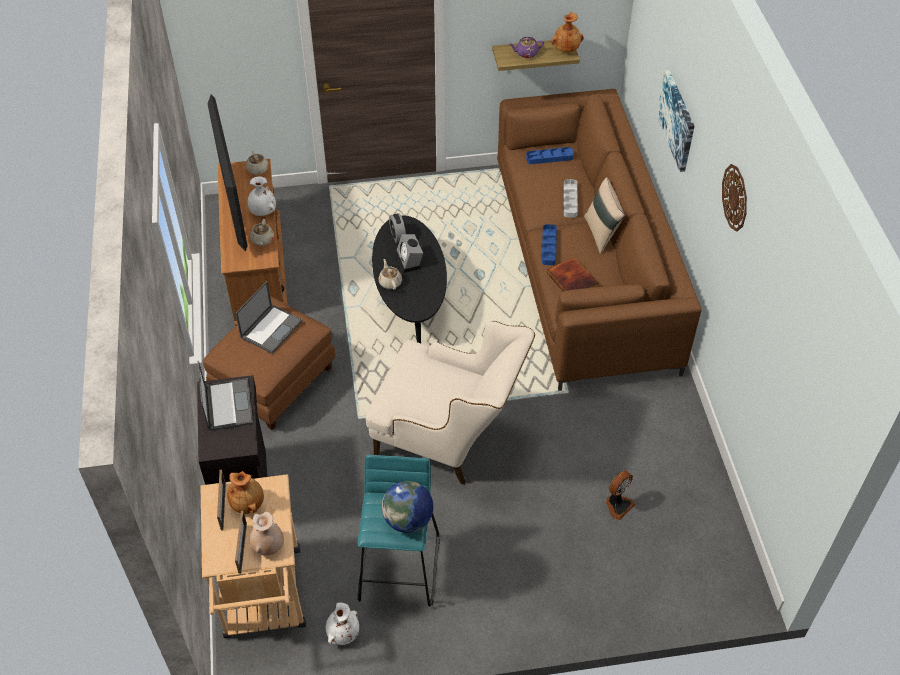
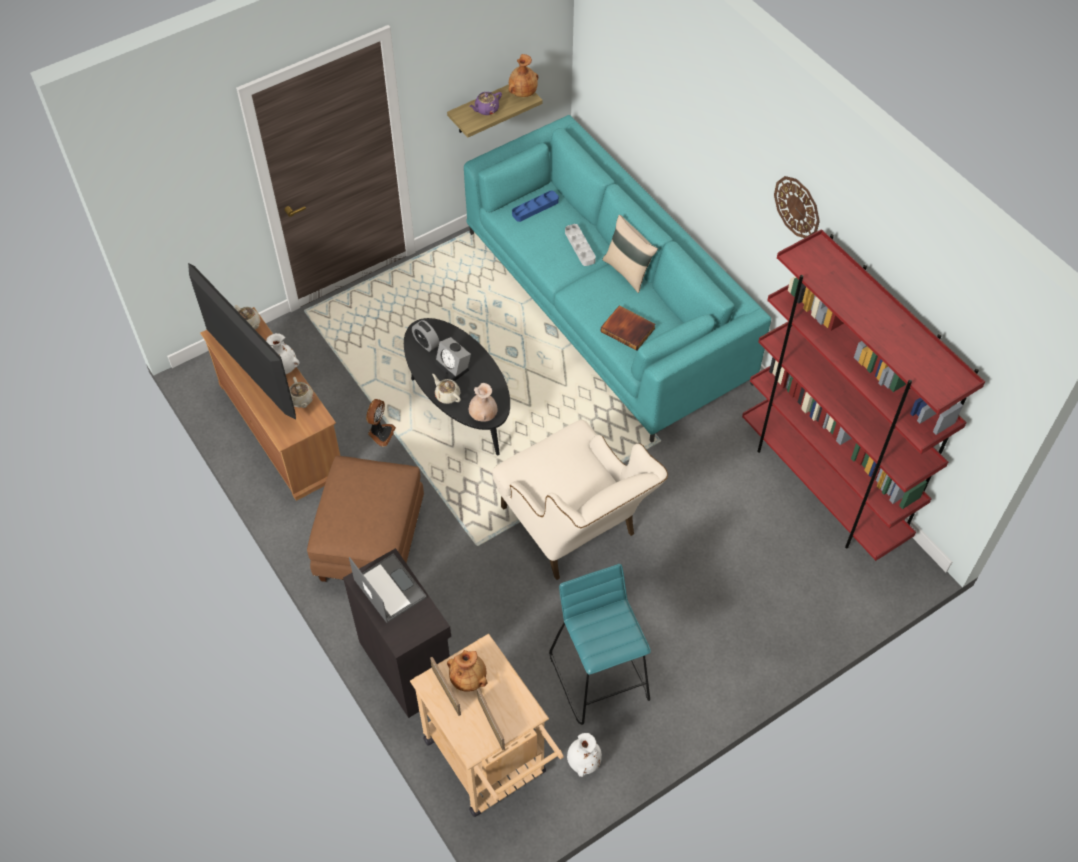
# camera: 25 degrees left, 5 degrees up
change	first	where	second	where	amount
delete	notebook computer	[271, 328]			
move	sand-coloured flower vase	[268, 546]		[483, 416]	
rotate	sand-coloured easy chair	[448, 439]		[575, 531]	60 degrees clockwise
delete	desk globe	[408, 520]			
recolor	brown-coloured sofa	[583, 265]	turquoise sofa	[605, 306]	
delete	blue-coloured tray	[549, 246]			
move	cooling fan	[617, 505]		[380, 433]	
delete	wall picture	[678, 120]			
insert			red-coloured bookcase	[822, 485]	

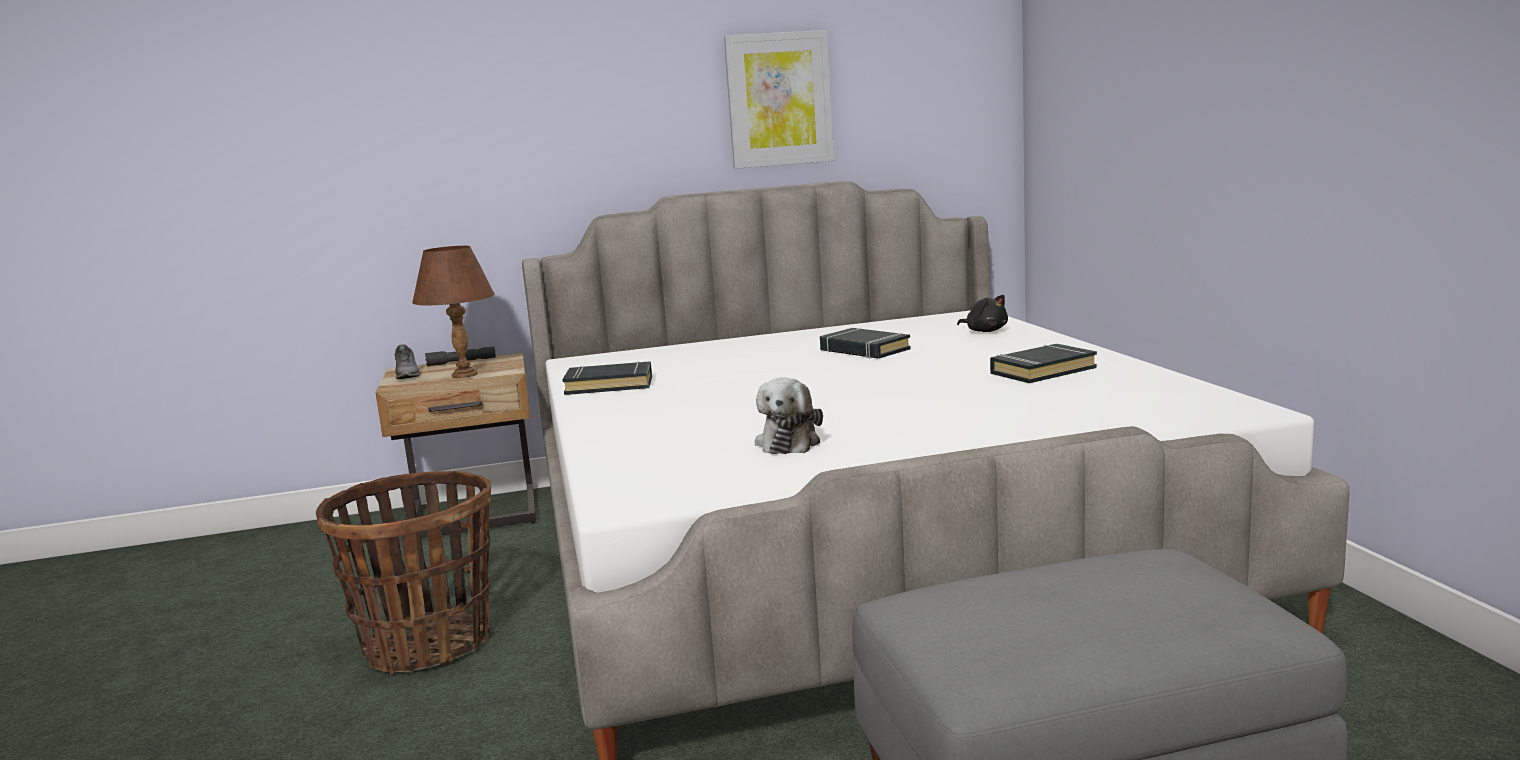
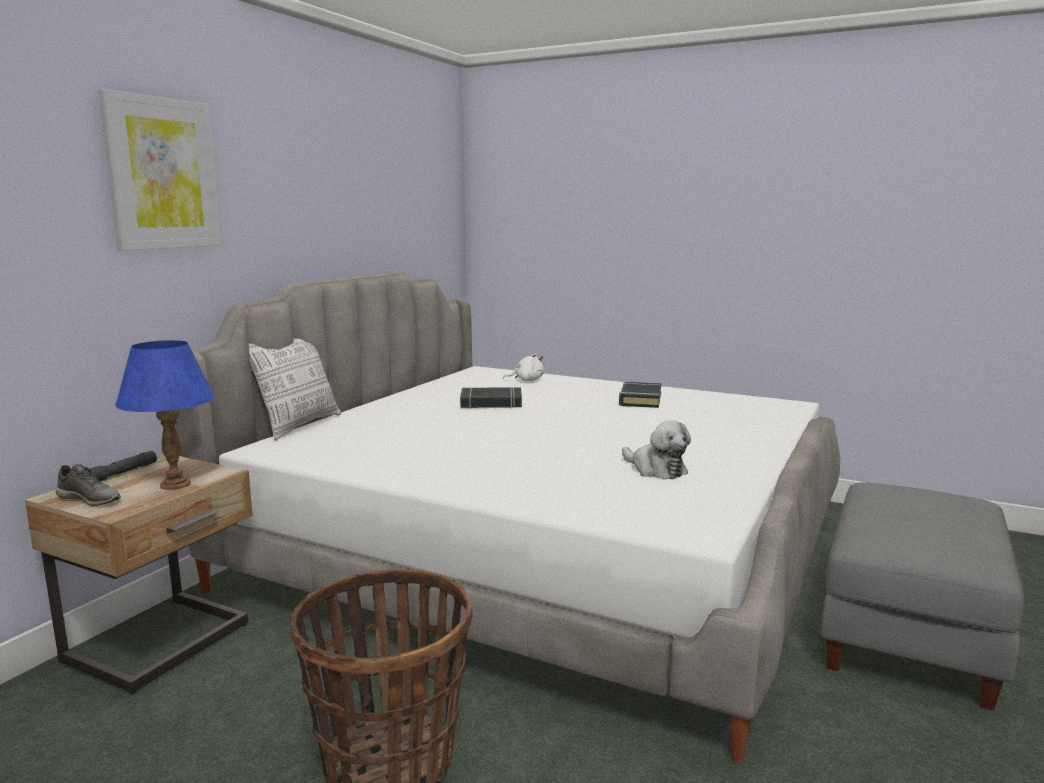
# camera: 50 degrees left, 0 degrees up
change	first	where	second	where	amount
recolor	brown-coloured tabletop lamp	[464, 374]	blue-coloured tabletop lamp	[175, 484]	
delete	blackish book	[609, 385]			
move	wall picture	[779, 99]		[162, 174]	
recolor	blackish cuddly toy	[985, 331]	whitish cuddly toy	[527, 380]	
insert			cushion	[298, 425]	

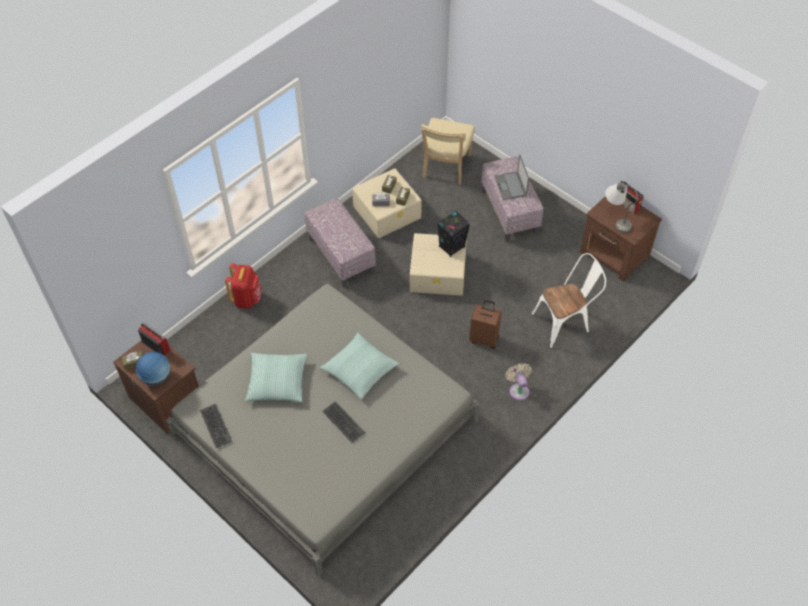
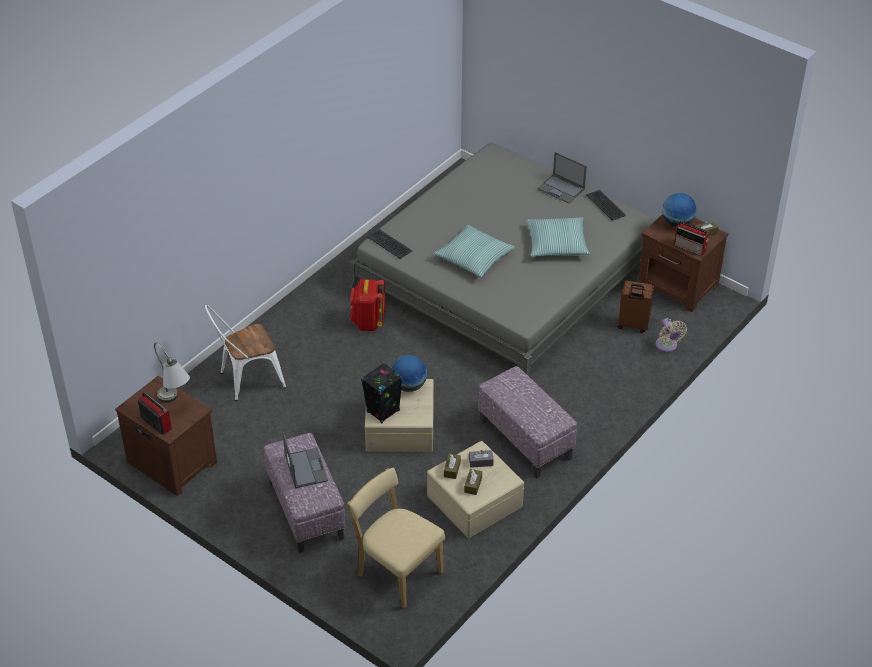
# camera: 175 degrees right, 10 degrees down
change	first	where	second	where	amount
move	red-coloured rucksack	[247, 299]		[367, 322]	
move	computer keyboard	[343, 422]		[389, 244]	
rotate	sand-coloured upright chair	[445, 168]		[397, 571]	60 degrees counterclockwise
move	brown-coloured piece of luggage	[484, 339]		[633, 325]	
move	sand-coloured cooling fan	[518, 389]		[667, 346]	
insert			desk globe	[409, 386]	
insert			notebook computer	[561, 189]	

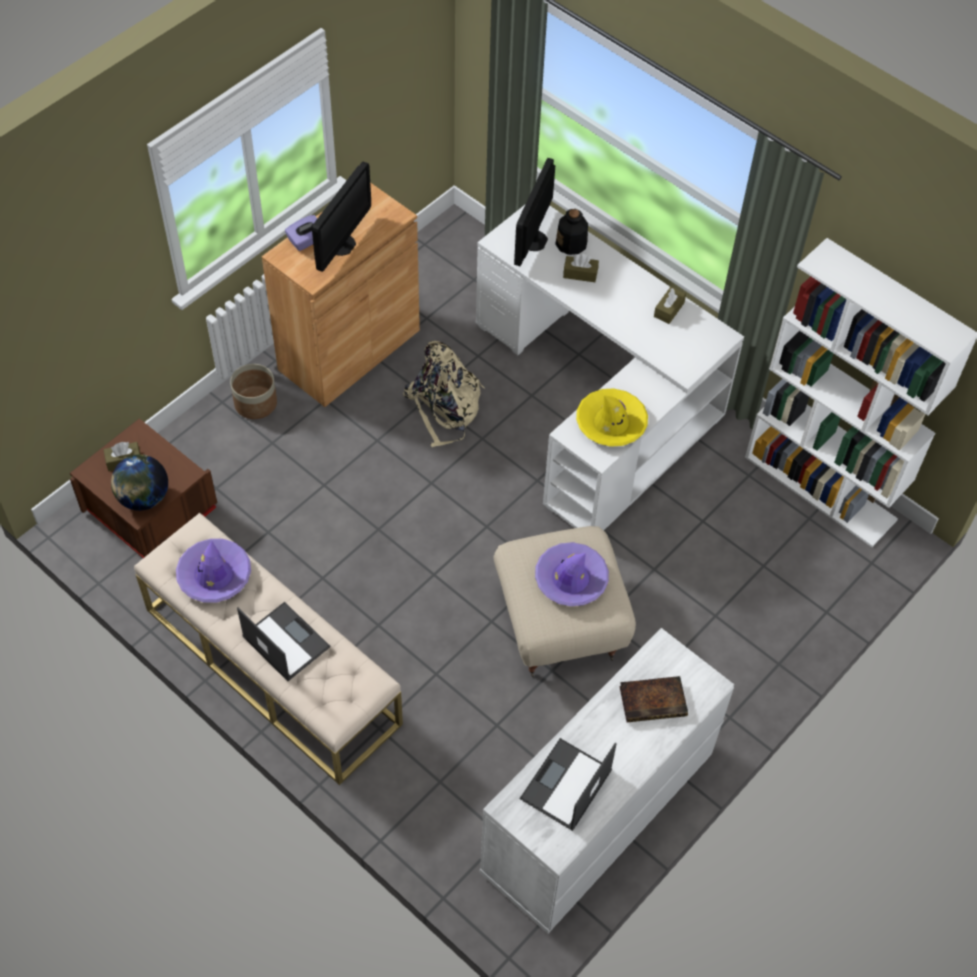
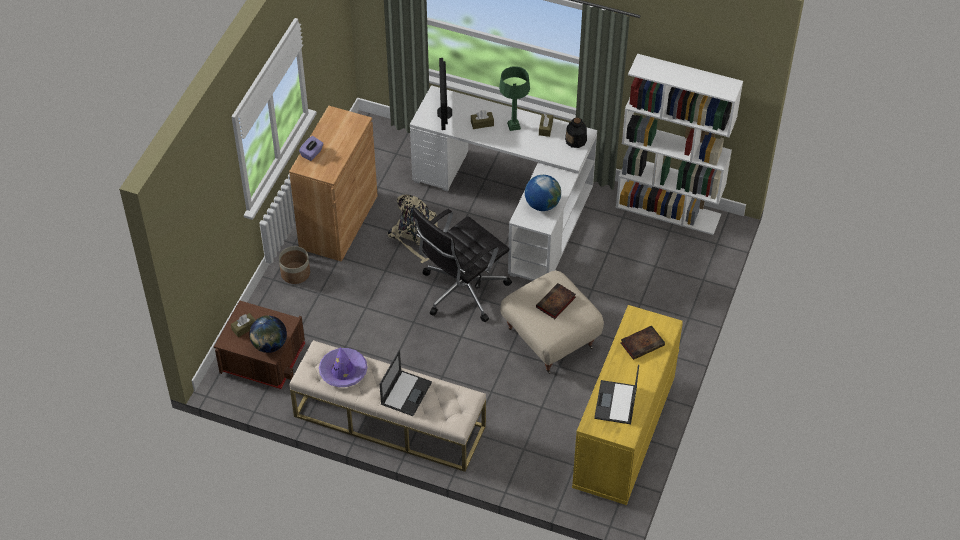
# camera: 20 degrees left, 5 degrees down
change	first	where	second	where	amount
rotate	notebook computer	[285, 641]		[406, 393]	90 degrees clockwise
delete	computer display	[342, 245]			
recolor	whitish drawer chest	[596, 816]	yellow drawer chest	[623, 435]	
replace	purple-coloured hat	[571, 579]	book	[555, 303]	
move	bottle	[571, 244]		[576, 140]	
replace	yellow hat	[611, 423]	desk globe	[542, 204]	
insert			blackish office chair	[461, 291]	
insert			green-coloured tabletop lamp	[513, 126]	

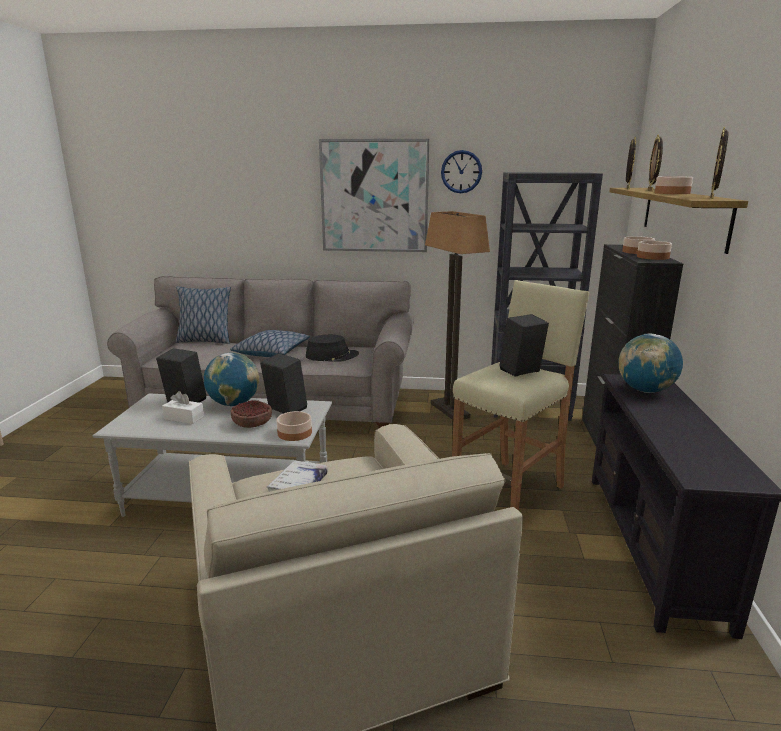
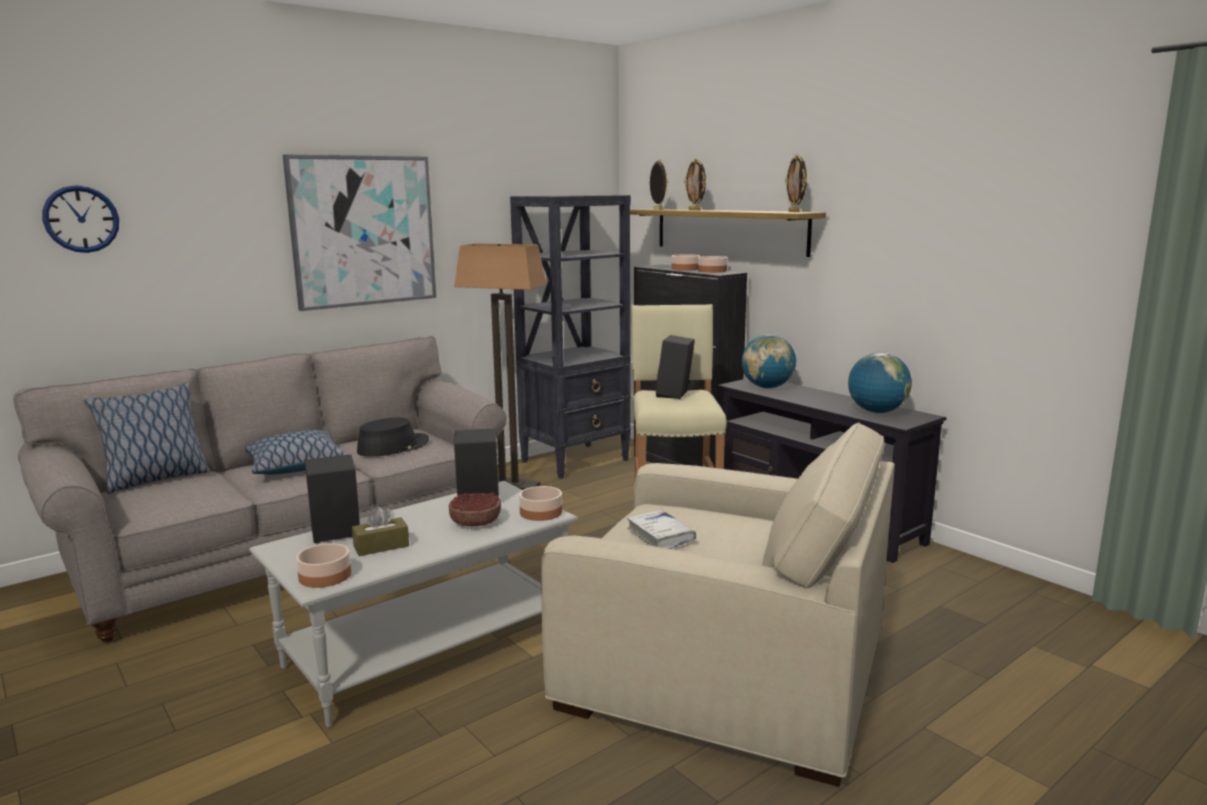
# camera: 45 degrees left, 5 degrees down
change	first	where	second	where	amount
recolor	whitish tissue holder	[184, 418]	brown-coloured tissue holder	[381, 546]	
move	desk globe	[234, 404]		[877, 412]	
move	hanging clock	[461, 172]		[81, 219]	
move	bowl	[672, 193]		[325, 575]	

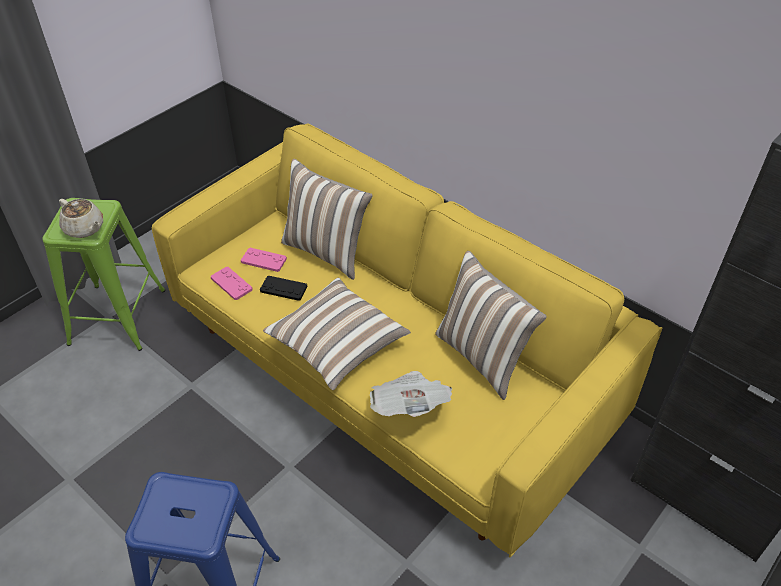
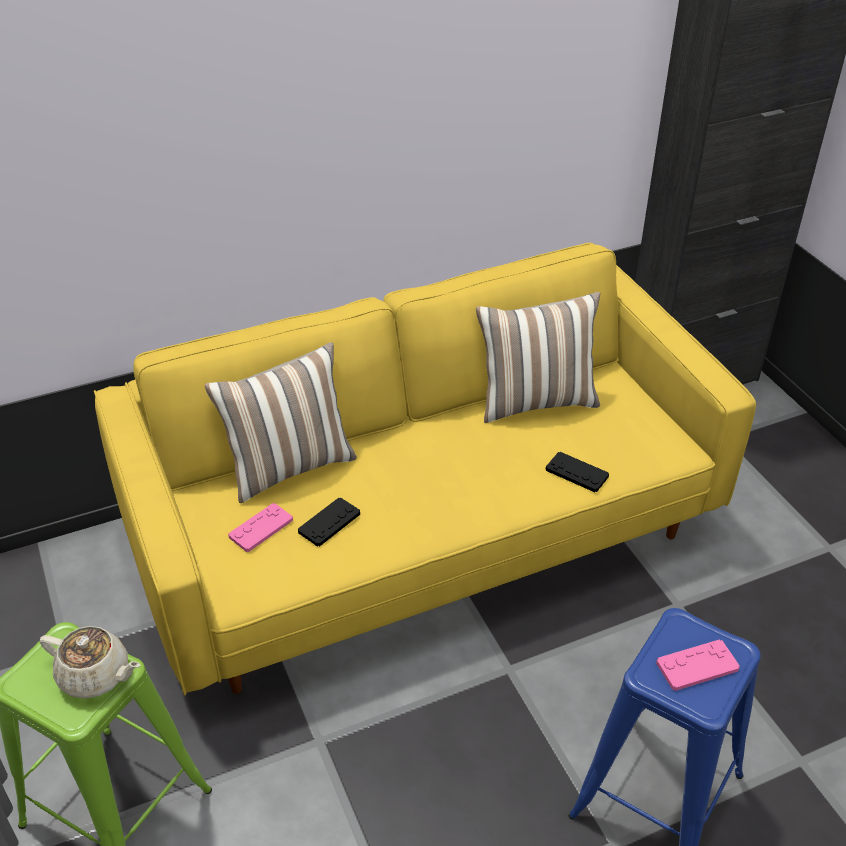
# camera: 65 degrees left, 5 degrees down
change	first	where	second	where	amount
rotate	sand-coloured teapot	[85, 229]		[96, 676]	45 degrees clockwise
move	pink joypad	[231, 284]		[697, 666]	
delete	cushion	[337, 345]			
replace	newspaper	[409, 407]	blackish joypad	[577, 473]	

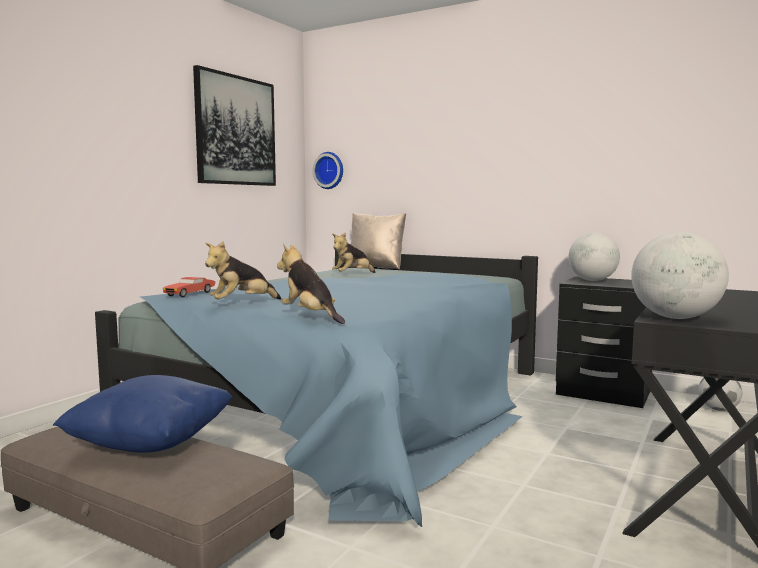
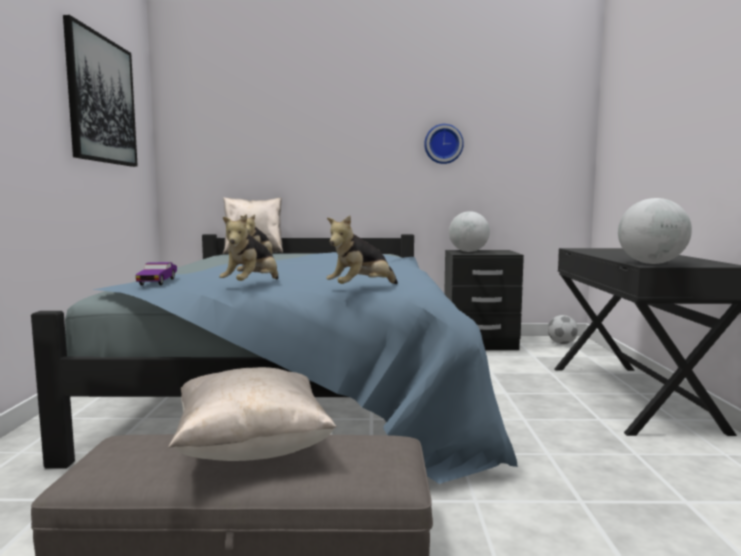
# camera: 30 degrees left, 0 degrees up
change	first	where	second	where	amount
recolor	blue-coloured cushion	[151, 443]	sand-coloured cushion	[252, 448]	
recolor	red-coloured model car	[190, 294]	purple-coloured model car	[157, 282]	
rotate	cuddly toy	[310, 316]		[361, 289]	60 degrees counterclockwise
move	hanging clock	[329, 170]		[443, 144]	

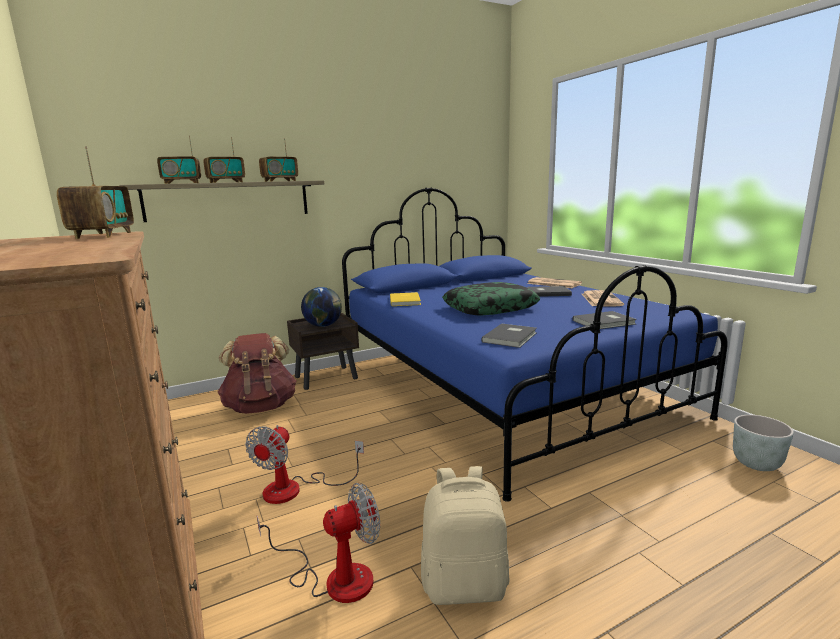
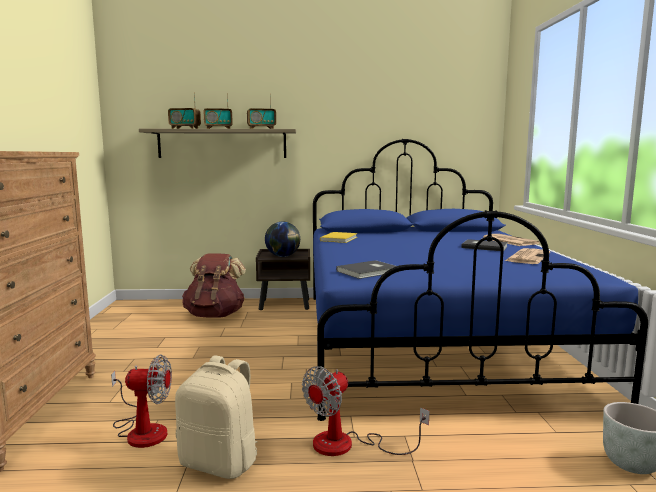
# camera: 25 degrees right, 5 degrees down
change	first	where	second	where	amount
delete	radio receiver	[103, 235]			
move	cooling fan	[295, 489]		[347, 445]	
delete	cushion	[490, 308]			
delete	gray book	[605, 322]			

